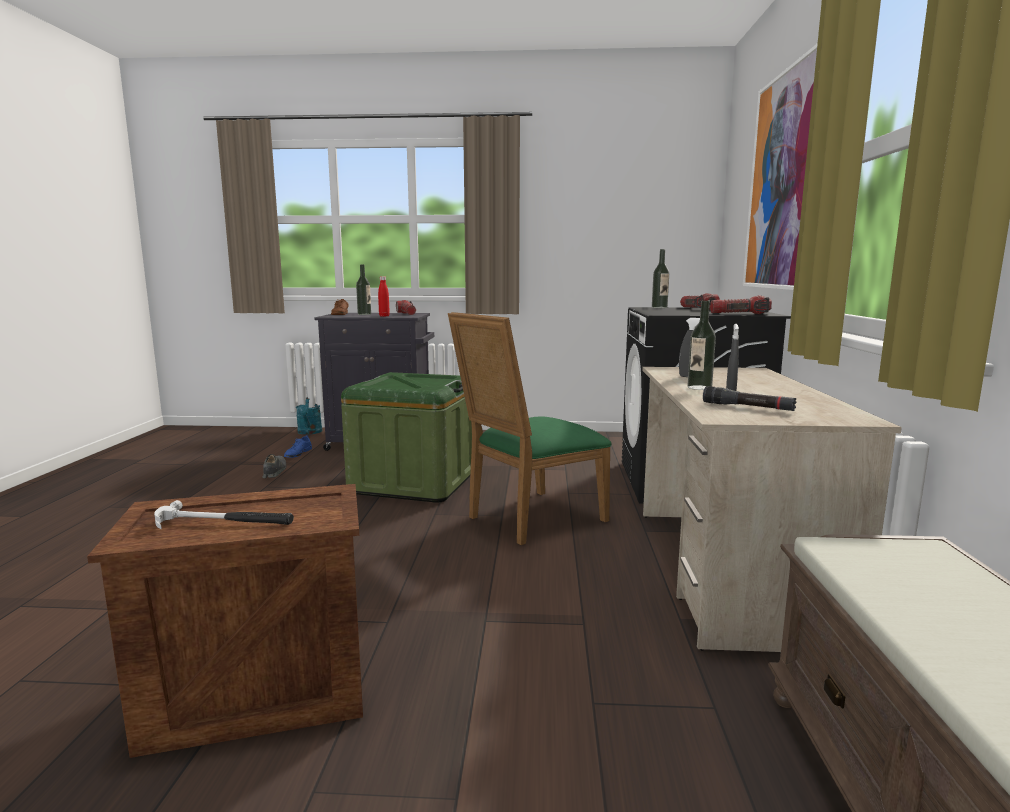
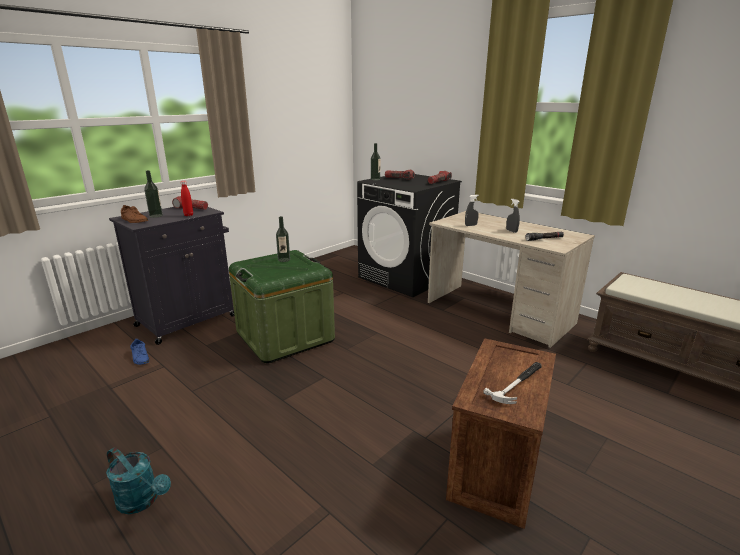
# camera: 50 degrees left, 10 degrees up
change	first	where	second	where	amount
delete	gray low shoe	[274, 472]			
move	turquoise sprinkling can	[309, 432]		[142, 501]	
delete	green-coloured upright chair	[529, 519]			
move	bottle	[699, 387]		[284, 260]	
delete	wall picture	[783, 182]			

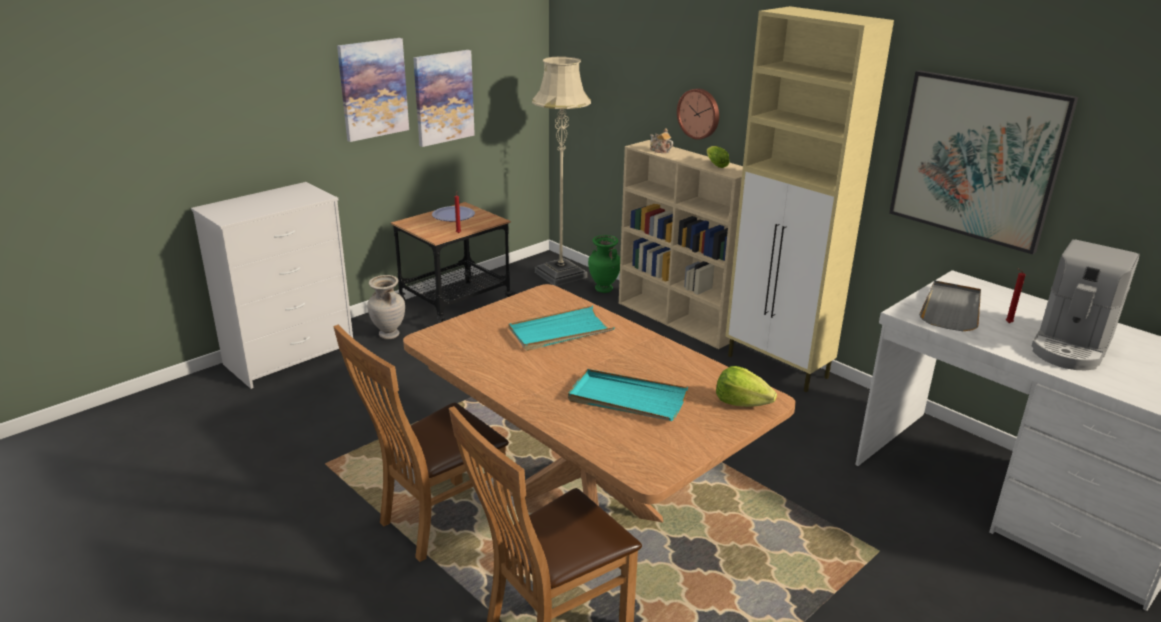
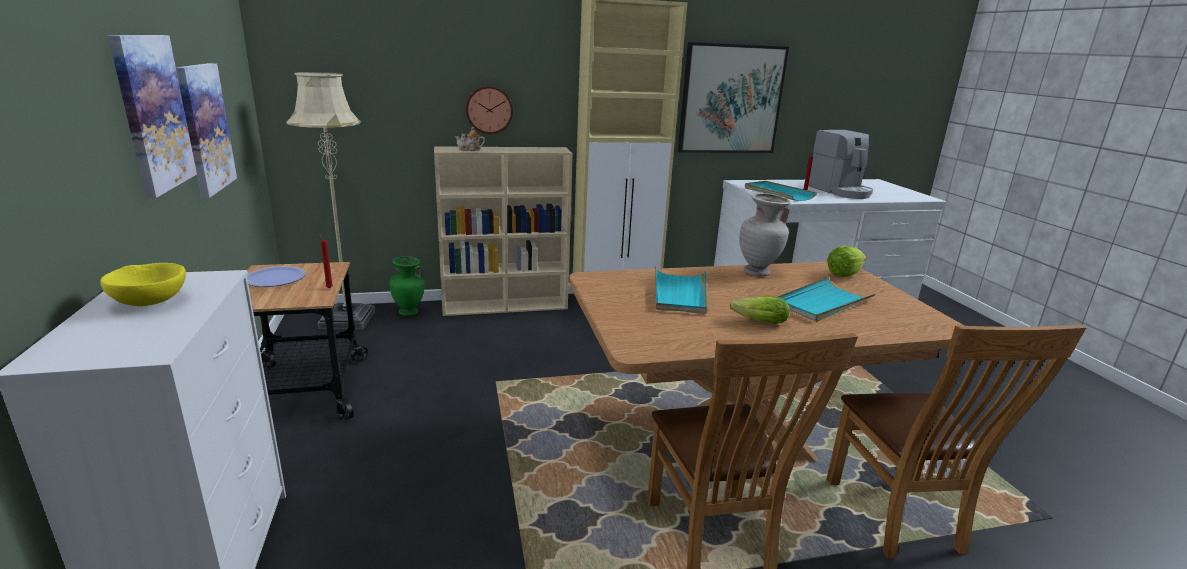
# camera: 60 degrees left, 5 degrees down
change	first	where	second	where	amount
move	sand-coloured flower vase	[388, 335]		[757, 273]	
move	lettuce head	[715, 164]		[756, 321]	
recolor	gray tray	[951, 309]	turquoise tray	[778, 193]	
insert			yellow bowl	[151, 302]	

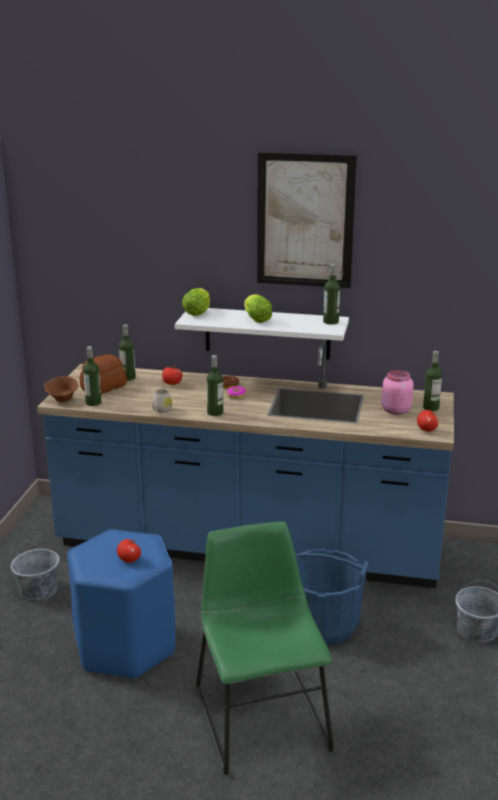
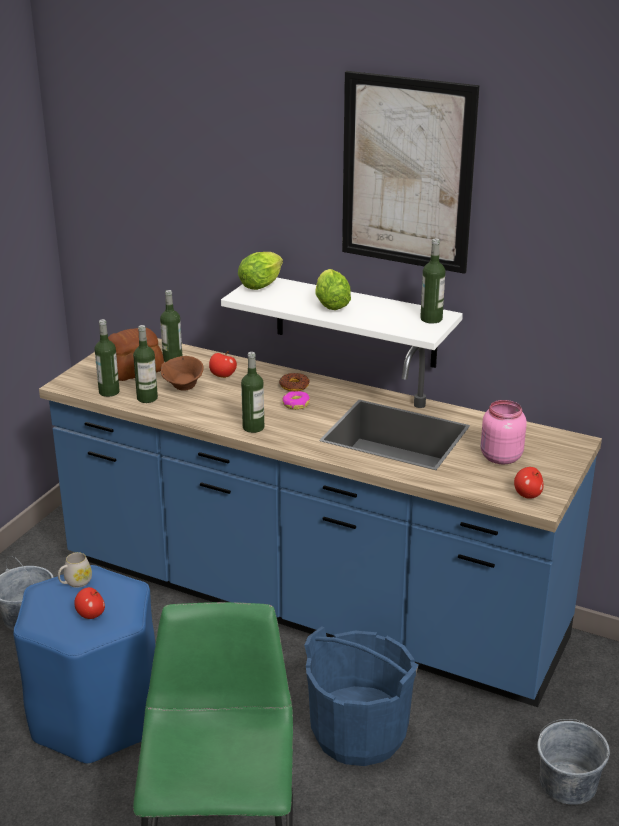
# camera: 15 degrees right, 5 degrees up
change	first	where	second	where	amount
move	brown-coloured bowl	[63, 399]		[184, 387]	
move	whitish coffee mug	[161, 410]		[75, 582]	
move	bottle	[431, 408]		[147, 398]	

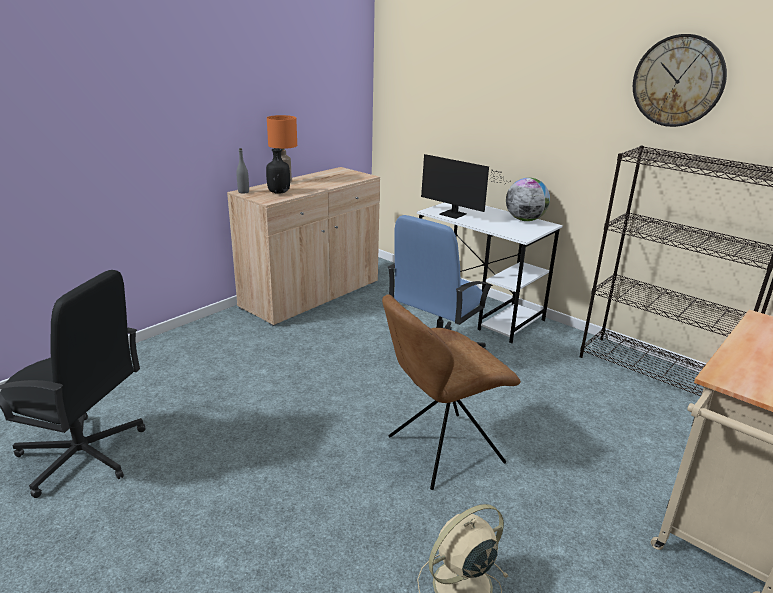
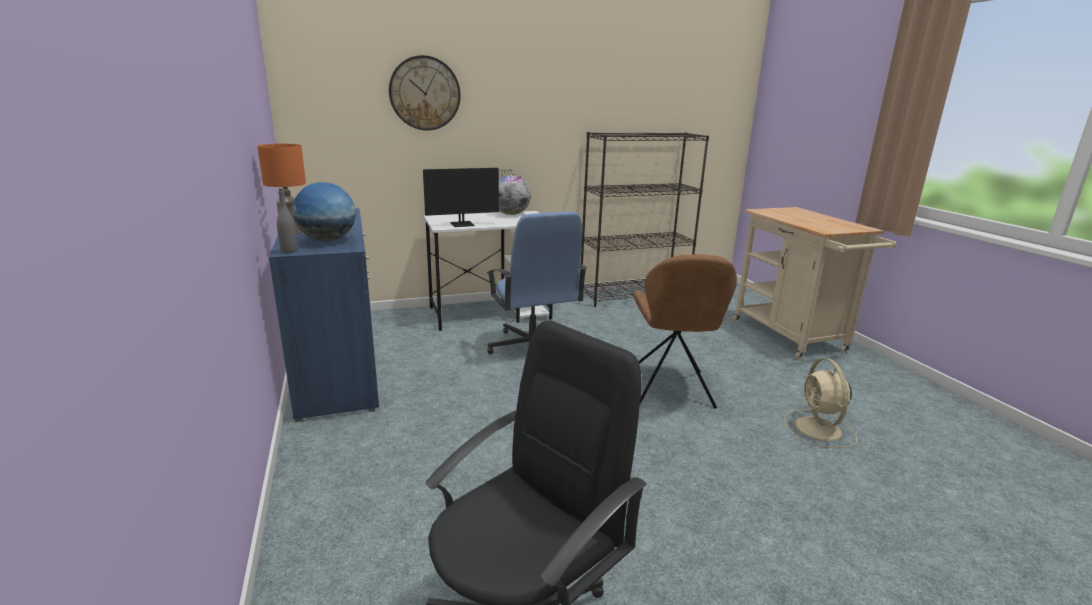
# camera: 60 degrees left, 5 degrees down
change	first	where	second	where	amount
recolor	sand-coloured storage cabinet	[311, 295]	blue-coloured storage cabinet	[338, 370]	
replace	blackish bottle	[278, 192]	desk globe	[327, 240]	
move	hanging clock	[678, 81]		[425, 93]	

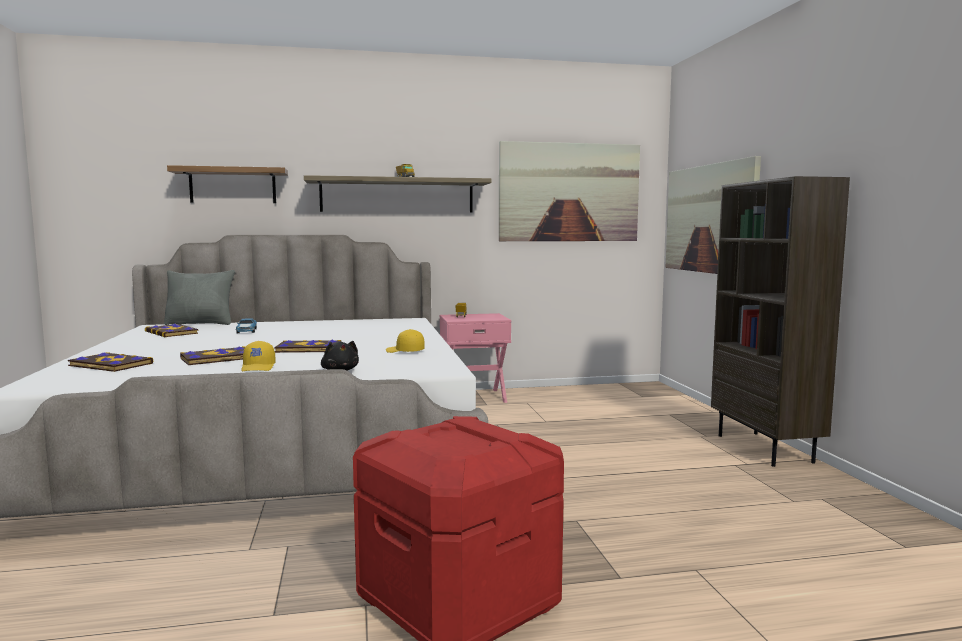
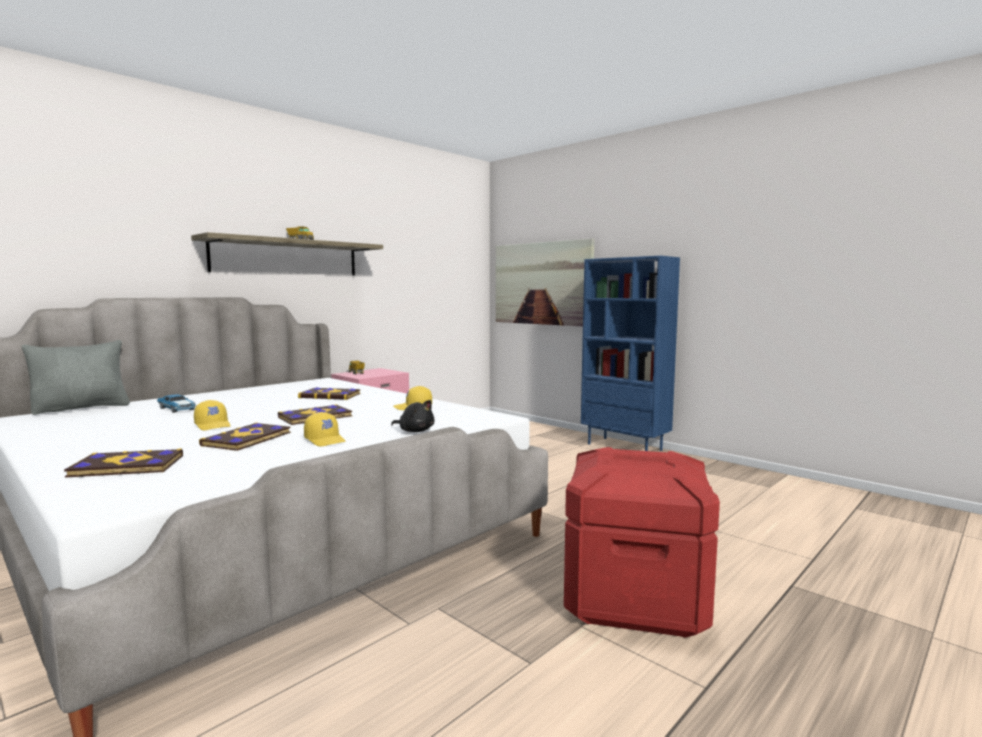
# camera: 35 degrees left, 0 degrees up
change	first	where	second	where	amount
move	book	[172, 332]		[330, 395]	
delete	bracket shelf	[233, 186]			
delete	wall picture	[569, 192]			
recolor	brown-coloured bookcase	[765, 449]	blue-coloured bookcase	[625, 447]	
insert			yellow cap	[213, 425]	

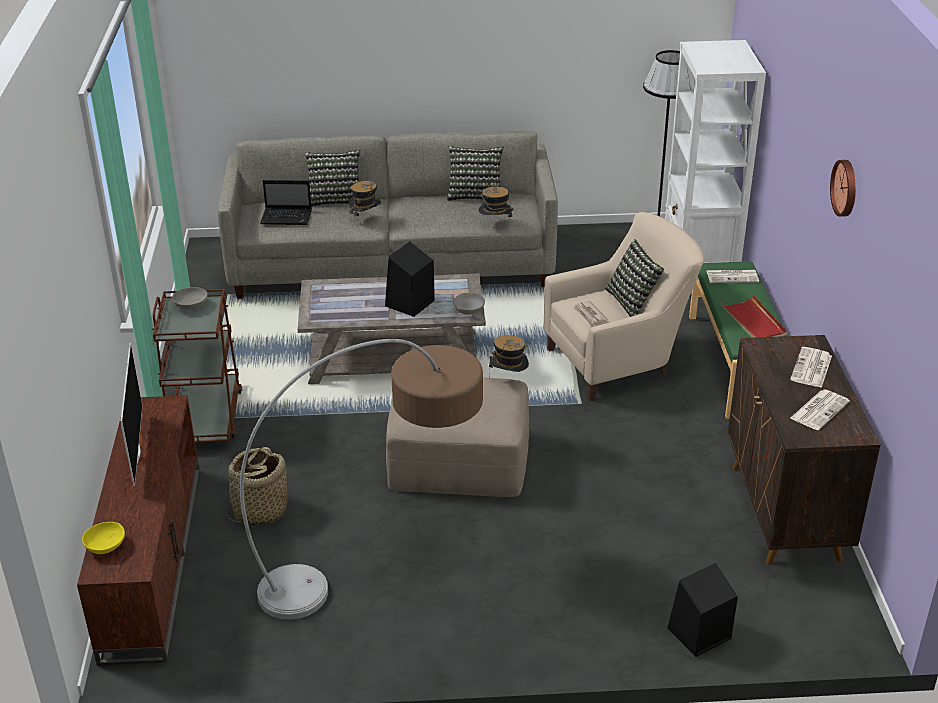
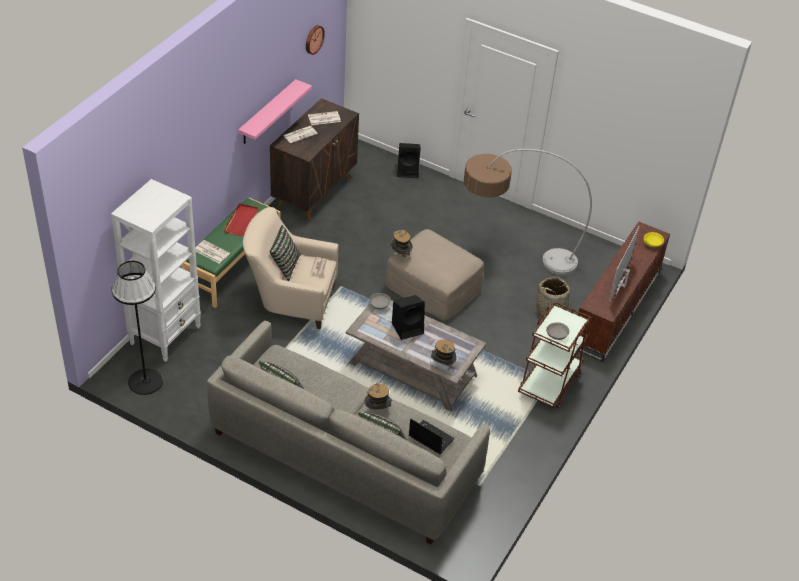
# camera: 150 degrees left, 10 degrees up
change	first	where	second	where	amount
move	hat	[495, 224]		[442, 365]	
move	hanging clock	[846, 188]		[313, 39]	
insert			pink bracket shelf	[267, 112]	

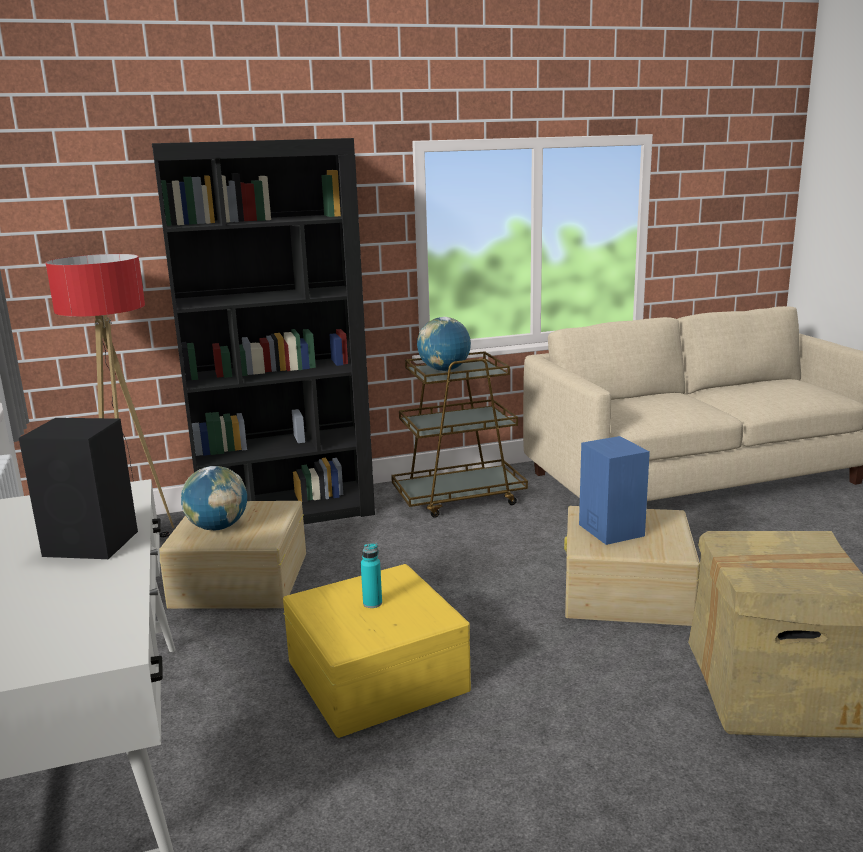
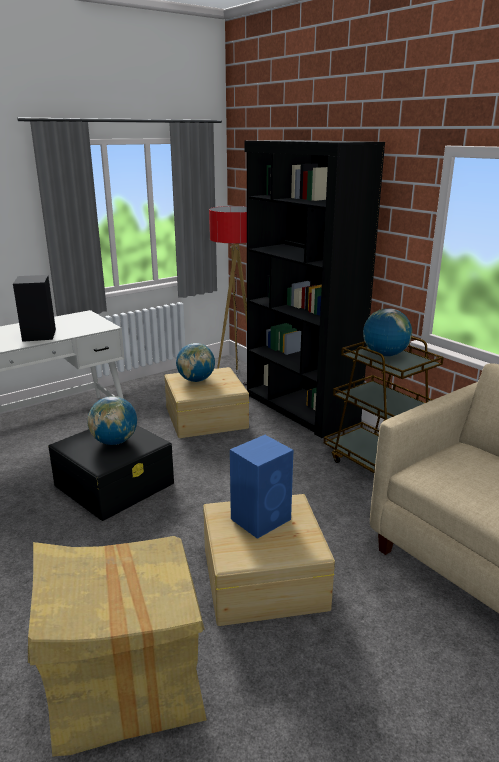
# camera: 70 degrees right, 5 degrees up
change	first	where	second	where	amount
recolor	yellow storage bin	[376, 674]	blackish storage bin	[115, 484]	
replace	turquoise bottle	[372, 603]	desk globe	[114, 442]	

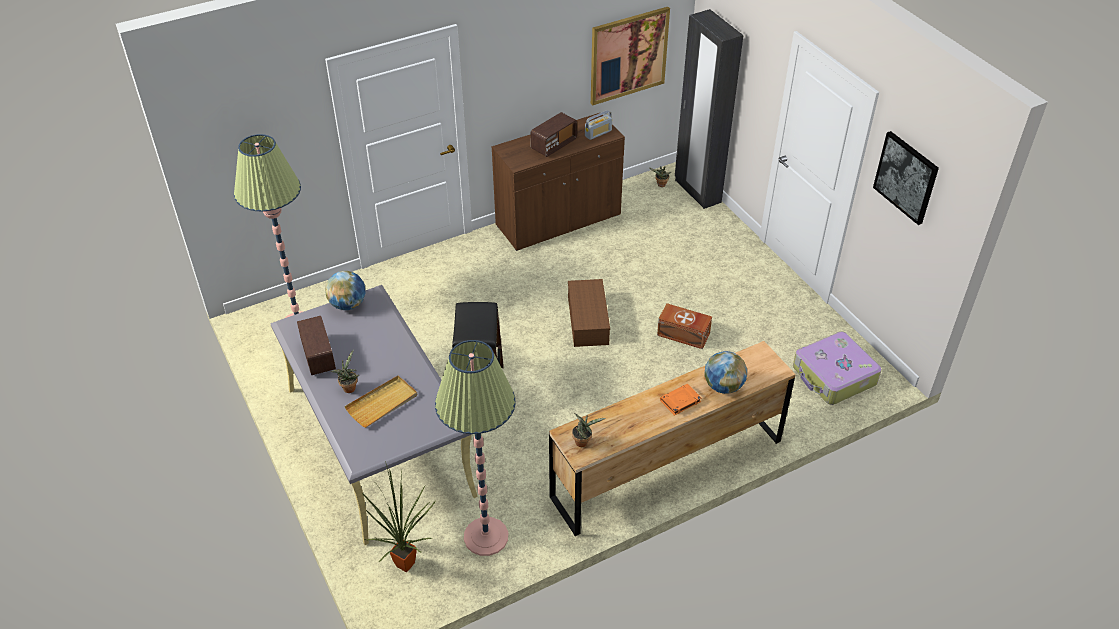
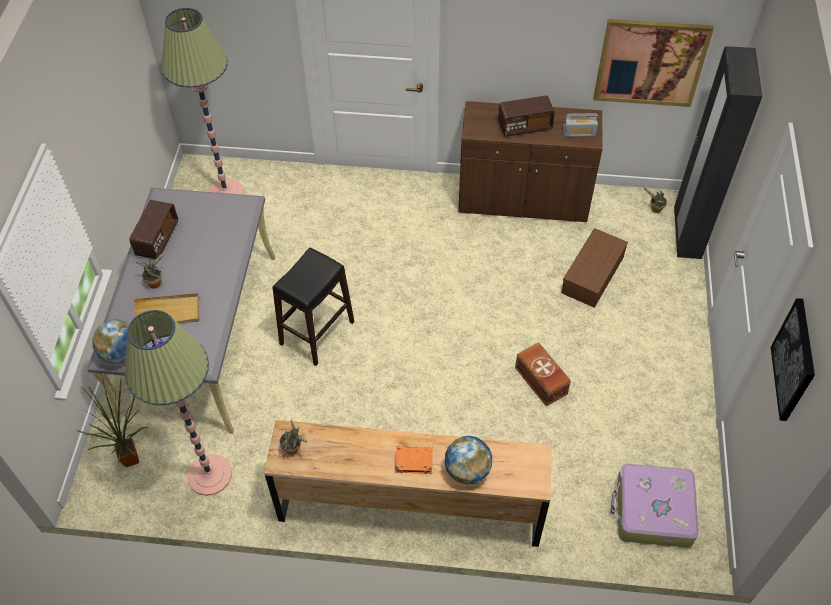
# camera: 35 degrees right, 10 degrees up
change	first	where	second	where	amount
move	desk globe	[348, 304]		[121, 353]	
move	brown-coloured storage bin	[589, 321]		[593, 276]	

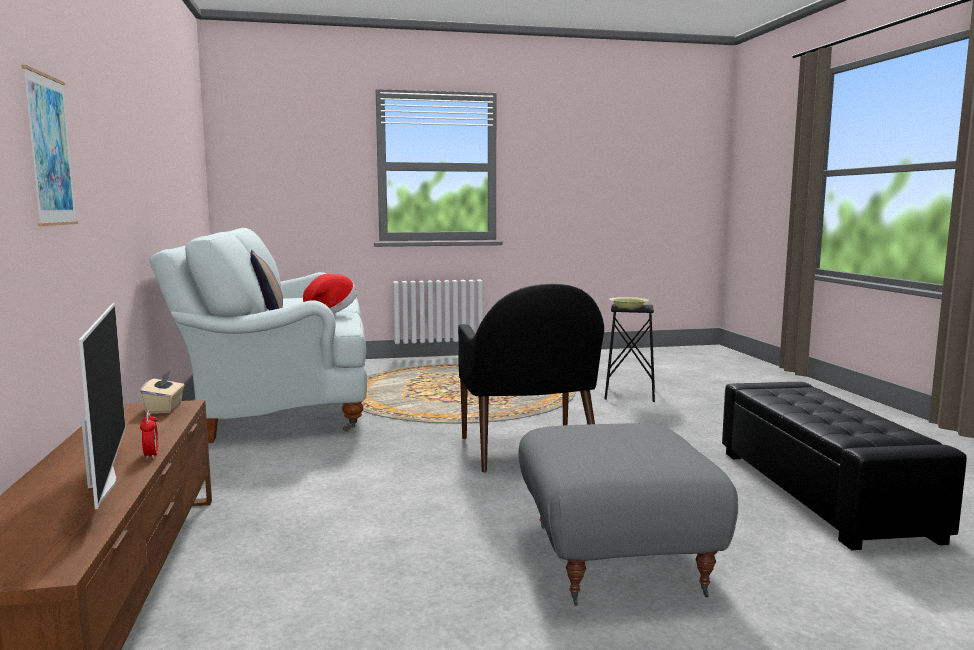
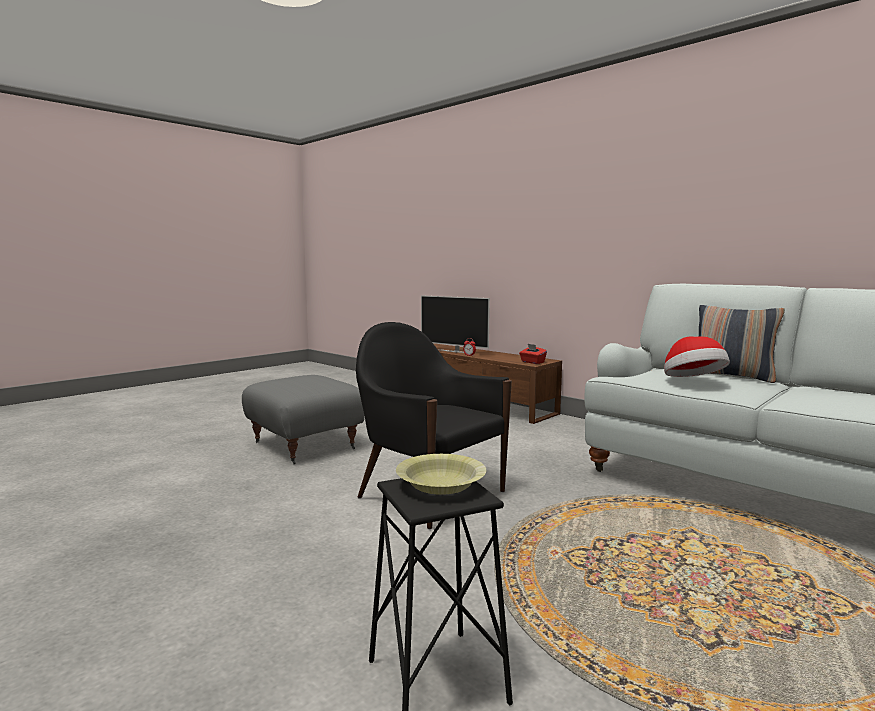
# camera: 145 degrees right, 0 degrees up
change	first	where	second	where	amount
delete	wall picture	[50, 150]			
recolor	sand-coloured tissue holder	[164, 408]	red-coloured tissue holder	[532, 362]	
delete	blackish ottoman	[821, 492]			

